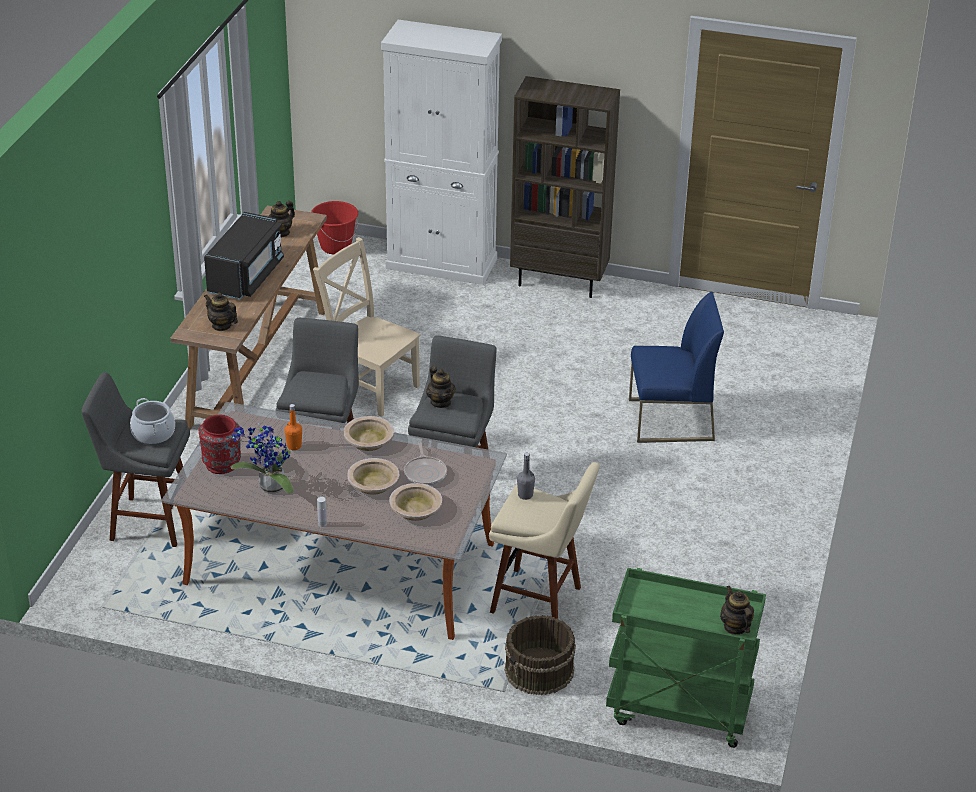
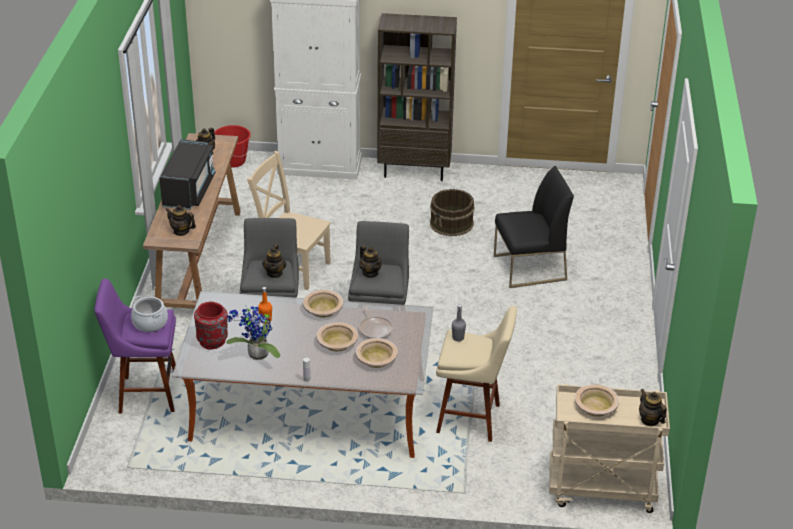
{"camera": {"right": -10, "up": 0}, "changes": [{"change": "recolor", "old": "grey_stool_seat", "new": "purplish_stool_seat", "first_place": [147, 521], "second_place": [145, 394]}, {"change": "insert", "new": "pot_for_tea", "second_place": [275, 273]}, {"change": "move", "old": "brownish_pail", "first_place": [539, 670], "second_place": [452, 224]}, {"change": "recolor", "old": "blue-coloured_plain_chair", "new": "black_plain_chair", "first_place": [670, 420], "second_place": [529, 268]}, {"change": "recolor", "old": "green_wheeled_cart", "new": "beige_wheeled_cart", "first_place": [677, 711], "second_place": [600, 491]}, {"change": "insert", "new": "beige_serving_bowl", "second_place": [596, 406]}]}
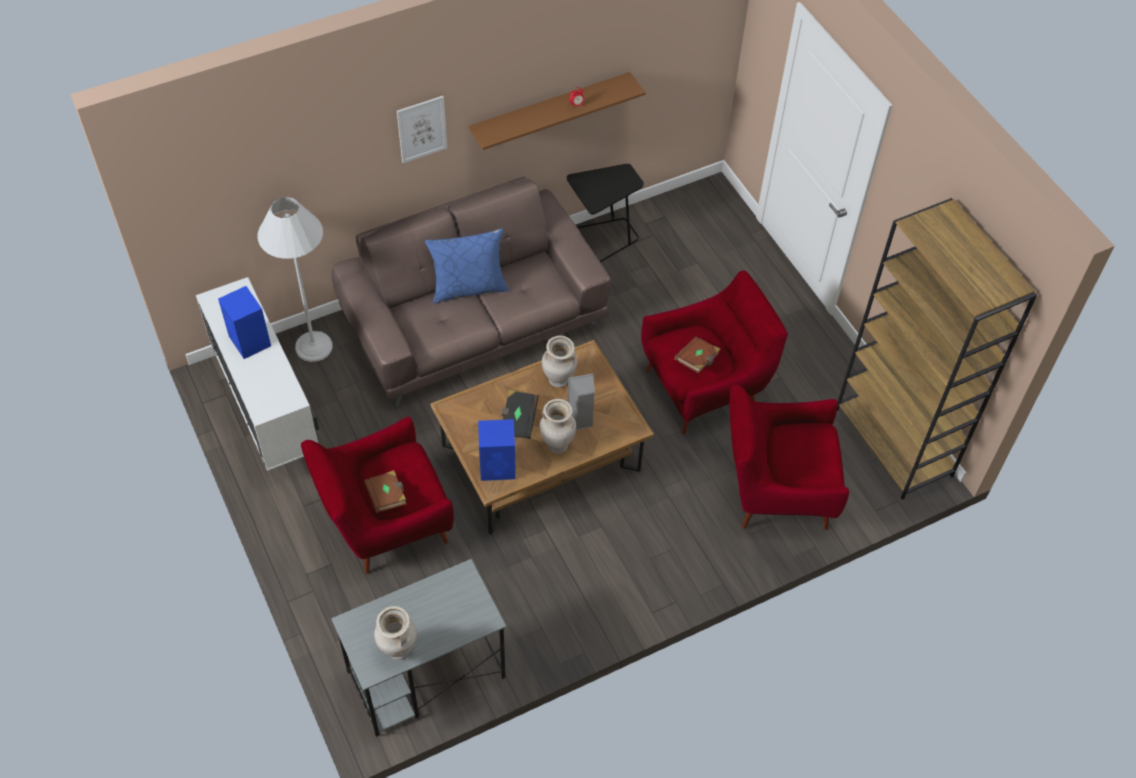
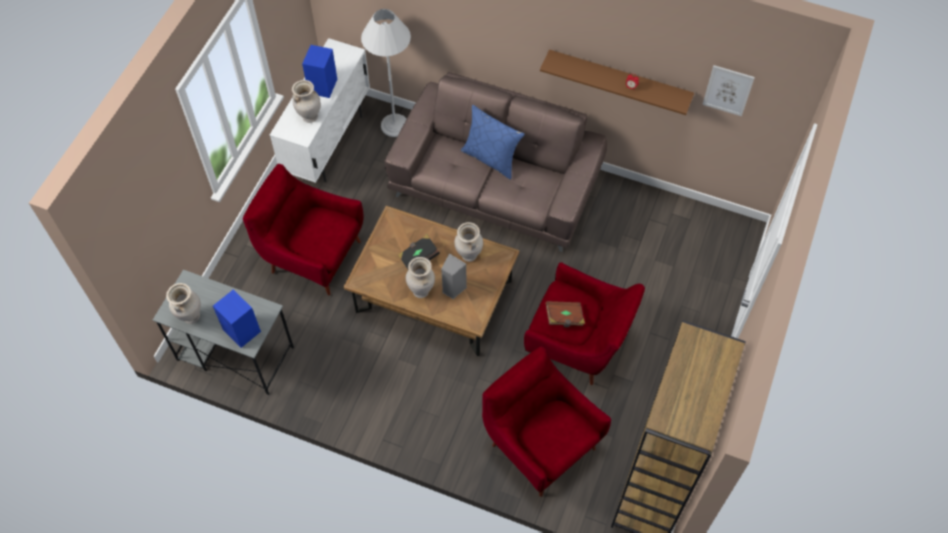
{"camera": {"right": 50, "up": 5}, "changes": [{"change": "move", "old": "blue-coloured_audio_speaker", "first_place": [498, 466], "second_place": [242, 331]}, {"change": "insert", "new": "beige_decorative_vase", "second_place": [309, 117]}, {"change": "move", "old": "wall_art", "first_place": [422, 129], "second_place": [728, 90]}, {"change": "delete", "old": "brownish_book", "first_place": [387, 496]}, {"change": "delete", "old": "black_end_table", "first_place": [602, 240]}]}
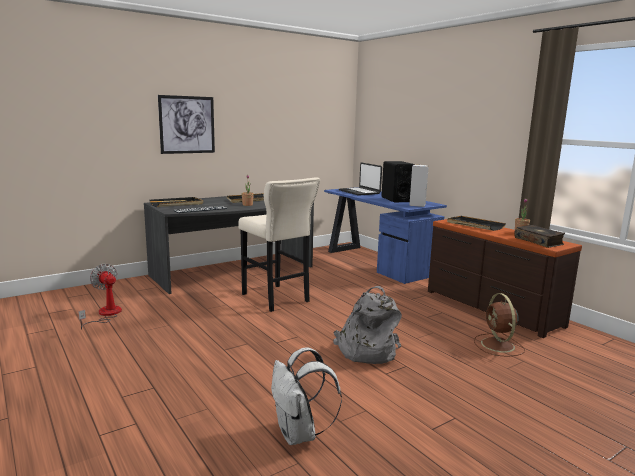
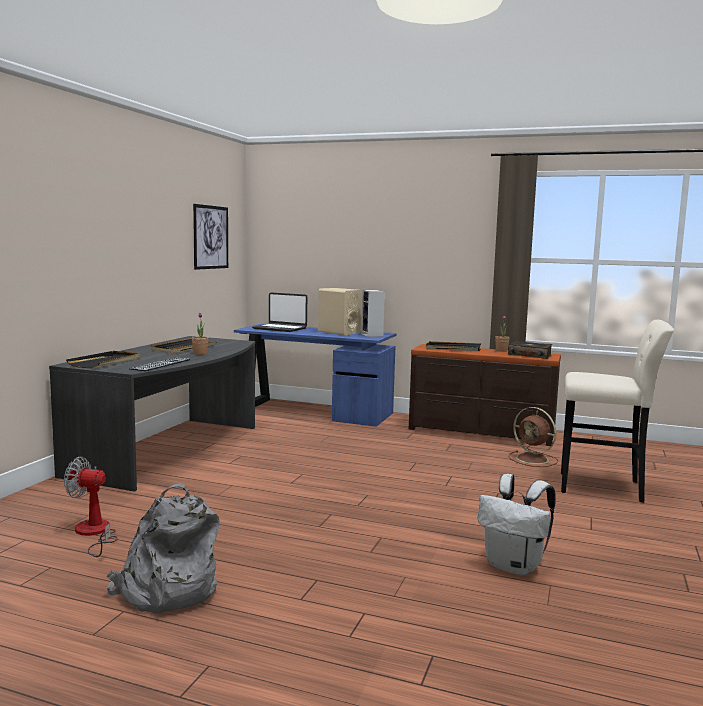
{"camera": {"right": -35, "up": -5}, "changes": [{"change": "move", "old": "grey_rucksack", "first_place": [366, 351], "second_place": [167, 591]}, {"change": "move", "old": "wall_art", "first_place": [187, 125], "second_place": [211, 237]}, {"change": "recolor", "old": "black_audio_speaker", "new": "beige_audio_speaker", "first_place": [396, 199], "second_place": [338, 332]}, {"change": "move", "old": "beige_stool_seat", "first_place": [276, 299], "second_place": [605, 488]}]}
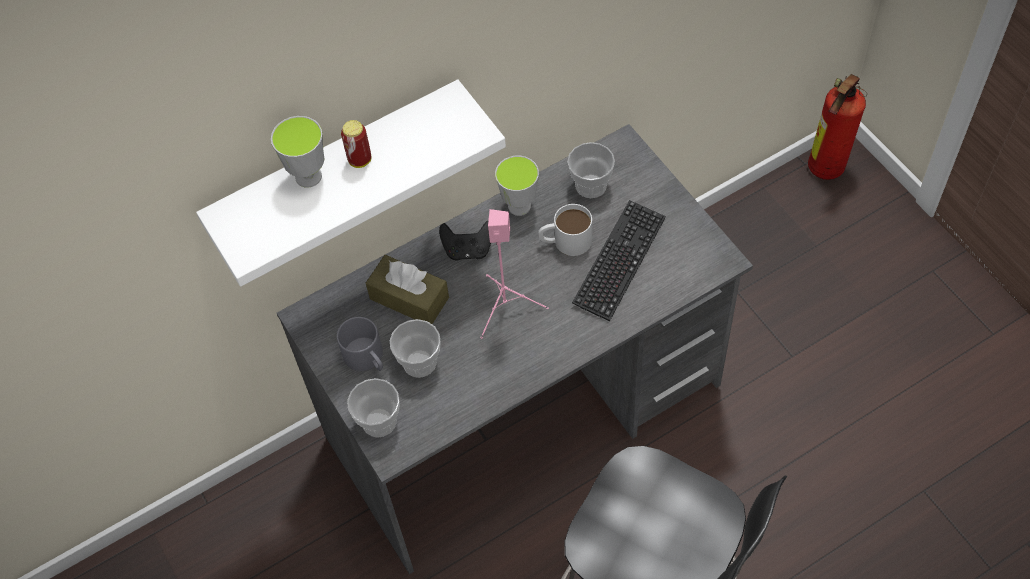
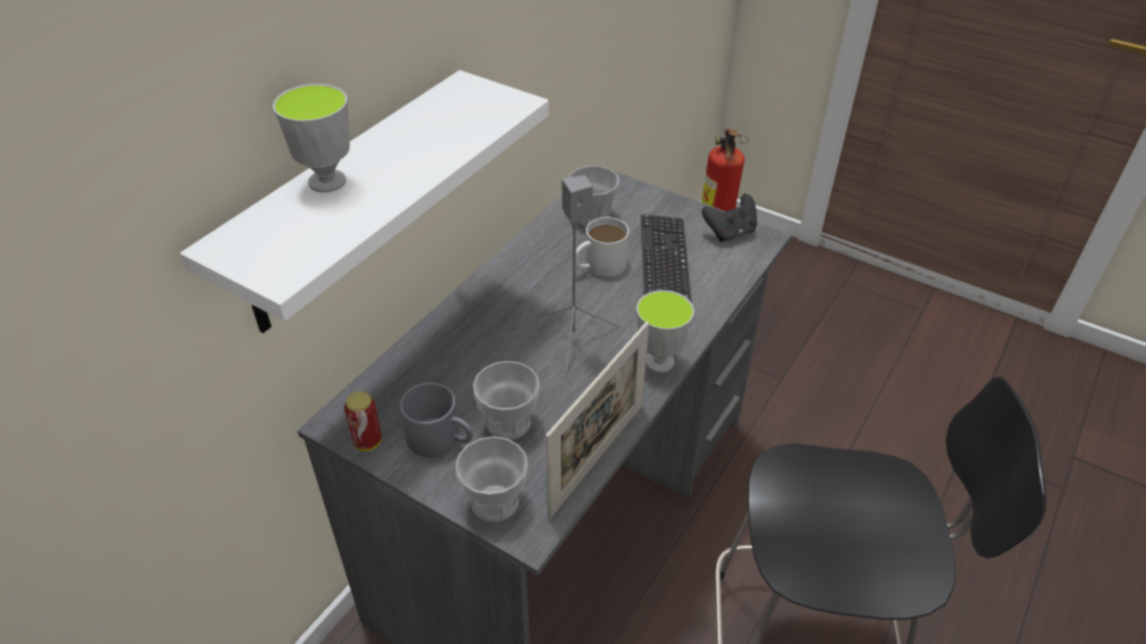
{"camera": {"right": -30, "up": -15}, "changes": [{"change": "move", "old": "can", "first_place": [360, 160], "second_place": [368, 442]}, {"change": "recolor", "old": "pinkish_audio_speaker", "new": "grey_audio_speaker", "first_place": [505, 307], "second_place": [573, 340]}, {"change": "insert", "new": "picture_frame", "second_place": [597, 459]}, {"change": "move", "old": "small_cup", "first_place": [519, 206], "second_place": [659, 362]}, {"change": "move", "old": "black_gamepad", "first_place": [468, 250], "second_place": [730, 233]}, {"change": "delete", "old": "brownish_tissue_holder", "first_place": [409, 298]}]}
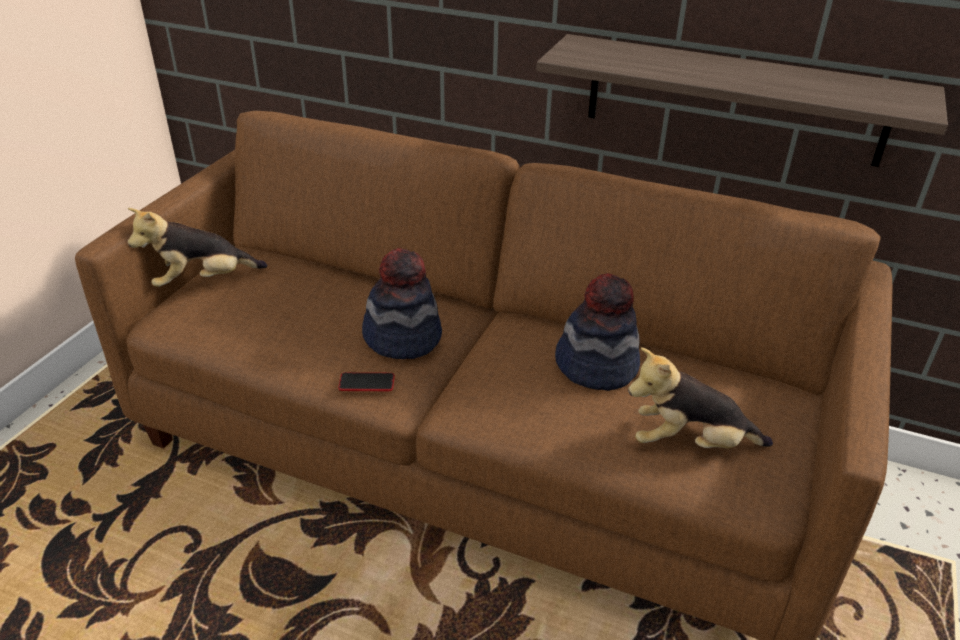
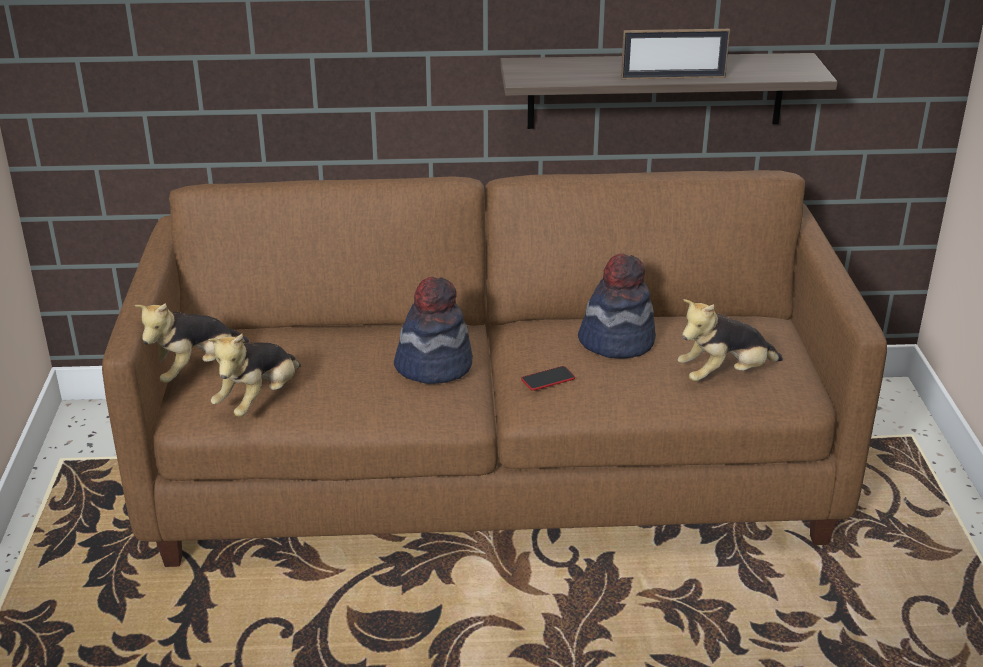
{"camera": {"right": -25, "up": -5}, "changes": [{"change": "insert", "new": "cuddly_toy", "second_place": [259, 400]}, {"change": "move", "old": "telephone", "first_place": [366, 383], "second_place": [548, 379]}, {"change": "insert", "new": "picture_frame", "second_place": [673, 77]}]}
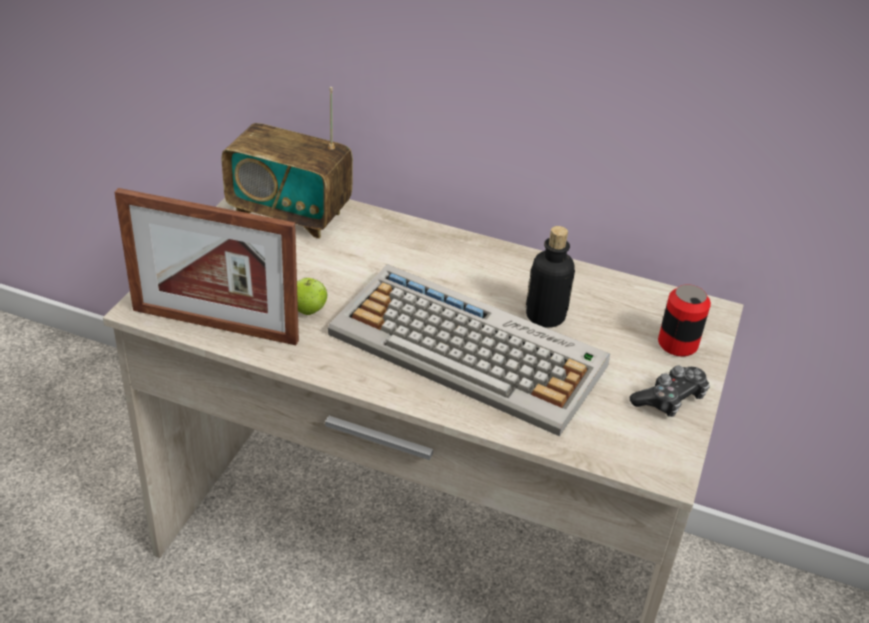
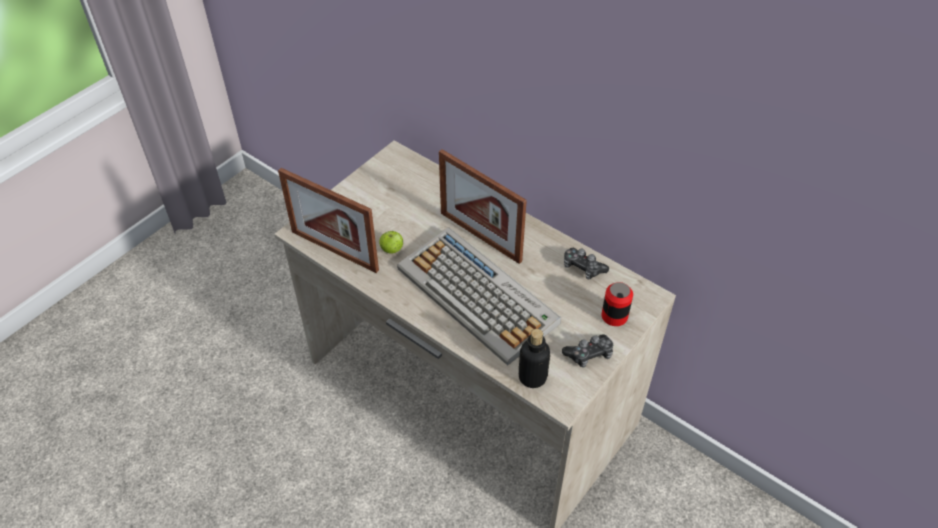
{"camera": {"right": 20, "up": 10}, "changes": [{"change": "insert", "new": "picture_frame", "second_place": [480, 236]}, {"change": "move", "old": "bottle", "first_place": [545, 316], "second_place": [532, 377]}, {"change": "insert", "new": "gamepad", "second_place": [583, 267]}, {"change": "delete", "old": "radio_receiver", "first_place": [289, 213]}]}
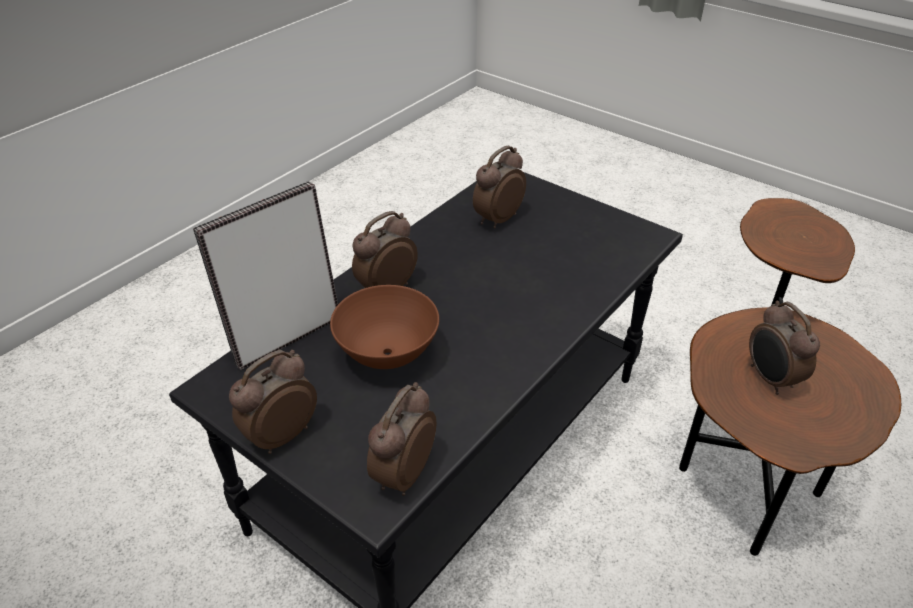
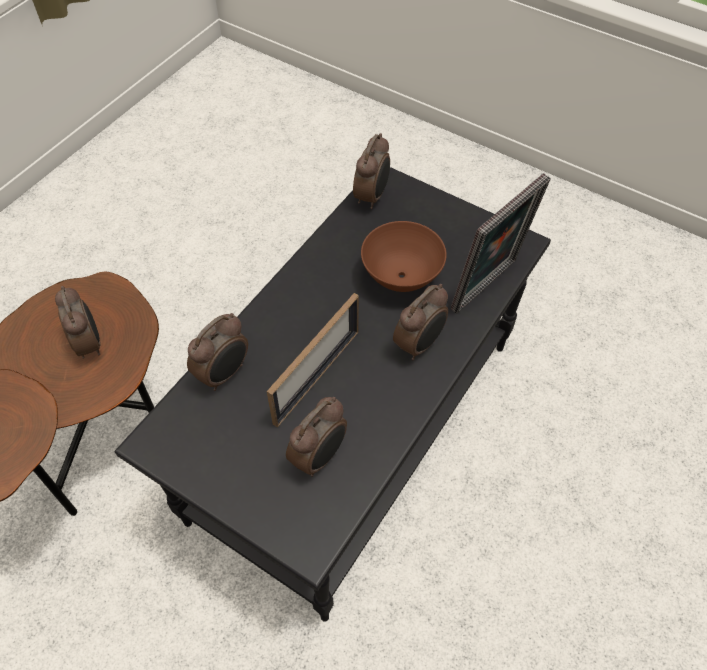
{"camera": {"right": 175, "up": 15}, "changes": [{"change": "move", "old": "table_clock", "first_place": [280, 435], "second_place": [224, 373]}, {"change": "insert", "new": "picture_frame", "second_place": [317, 376]}]}
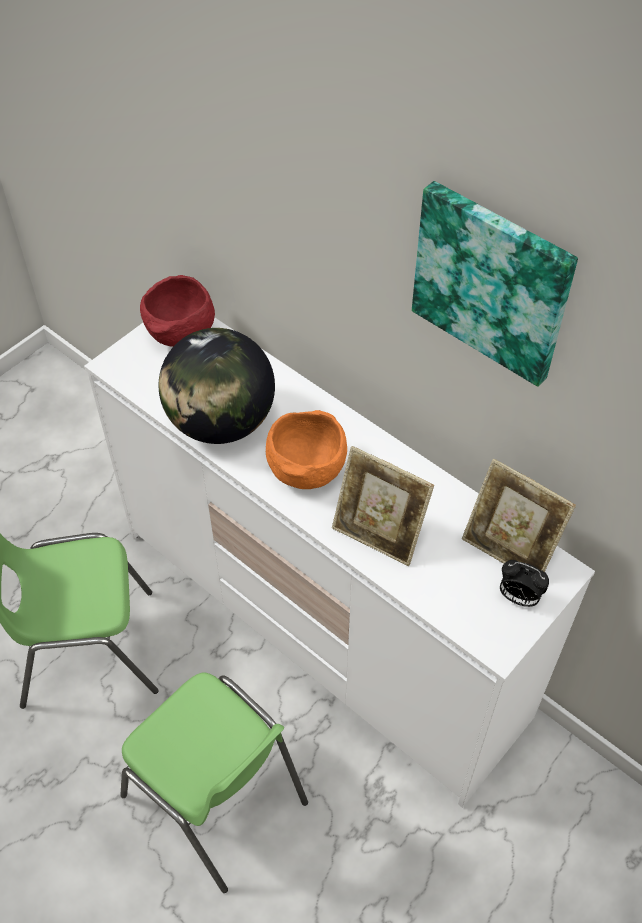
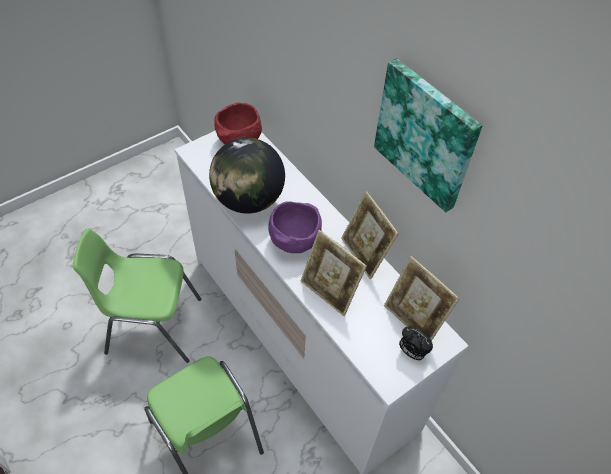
{"camera": {"right": 10, "up": 0}, "changes": [{"change": "recolor", "old": "orangey_serving_bowl", "new": "purplish_serving_bowl", "first_place": [306, 469], "second_place": [294, 240]}, {"change": "insert", "new": "picture_frame", "second_place": [364, 254]}]}
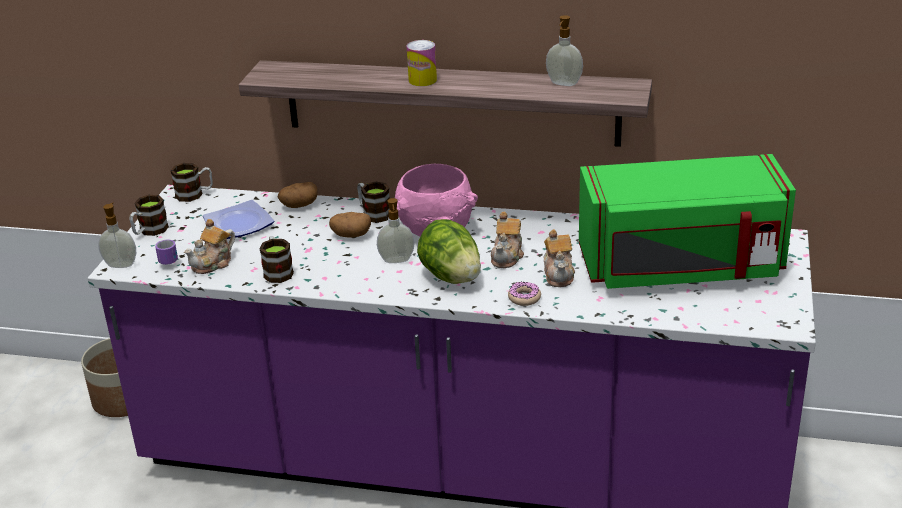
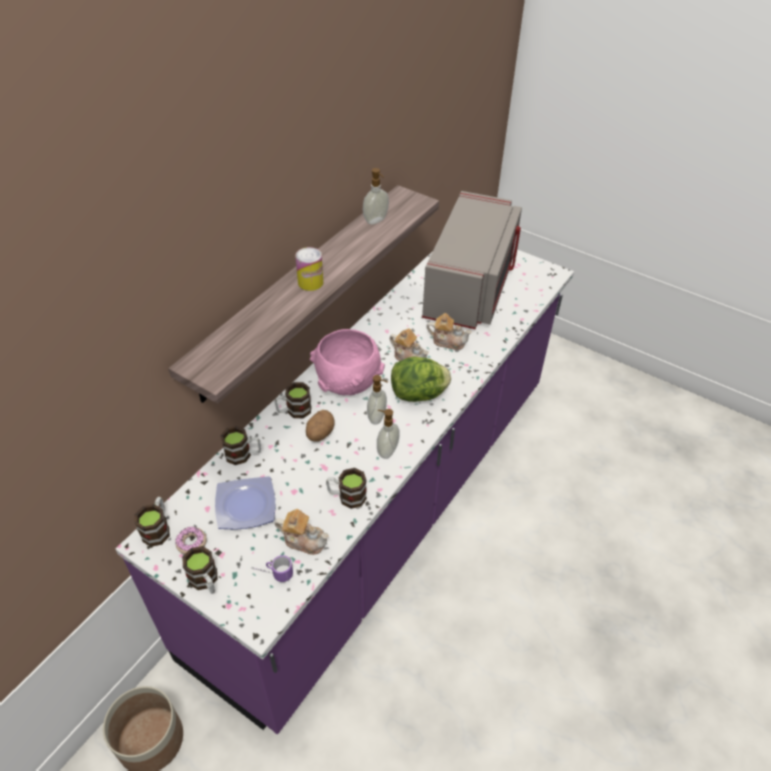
{"camera": {"right": -70, "up": 15}, "changes": [{"change": "move", "old": "donut", "first_place": [524, 298], "second_place": [191, 543]}, {"change": "replace", "old": "spud", "new": "coffee_mug", "first_place": [299, 205], "second_place": [243, 454]}, {"change": "rotate", "old": "pot_for_tea", "first_place": [213, 263], "second_place": [304, 540], "degrees": -45}, {"change": "move", "old": "soap_bottle", "first_place": [121, 264], "second_place": [386, 451]}, {"change": "recolor", "old": "green_microwave", "new": "grey_microwave", "first_place": [681, 267], "second_place": [471, 287]}]}
